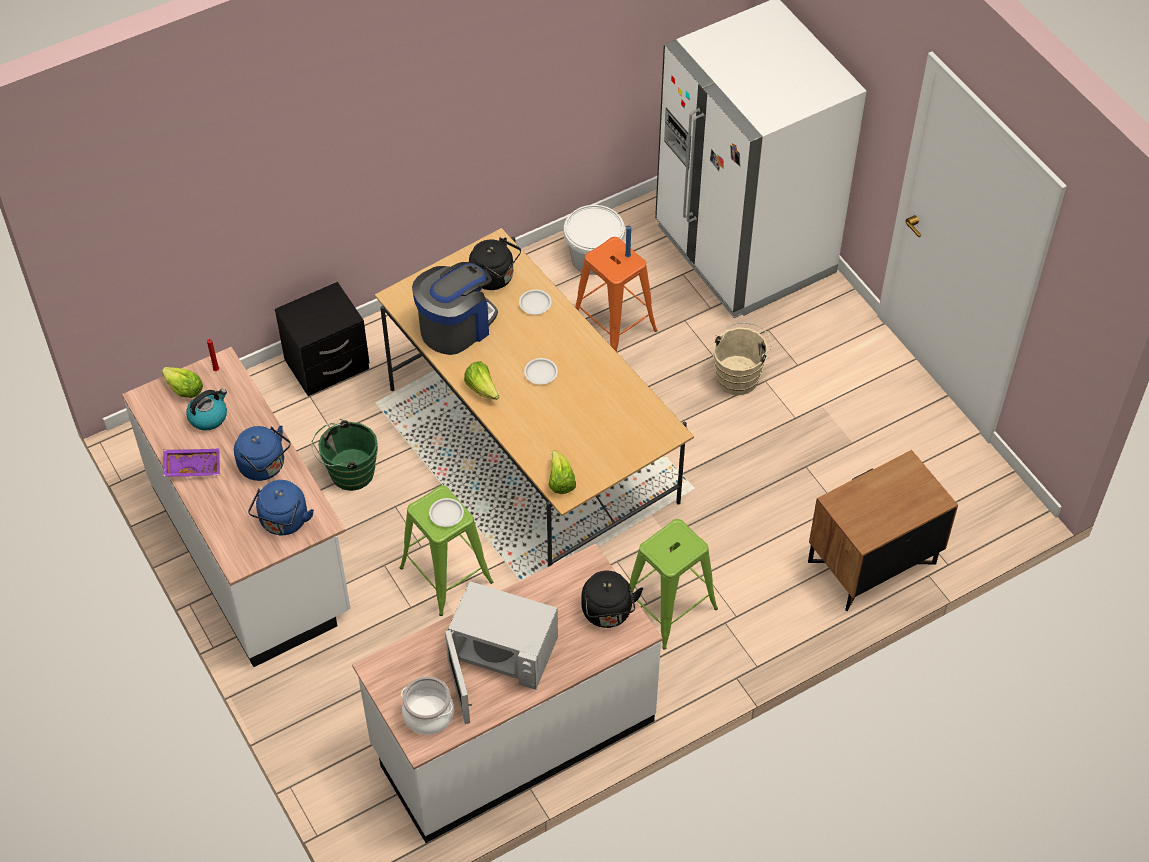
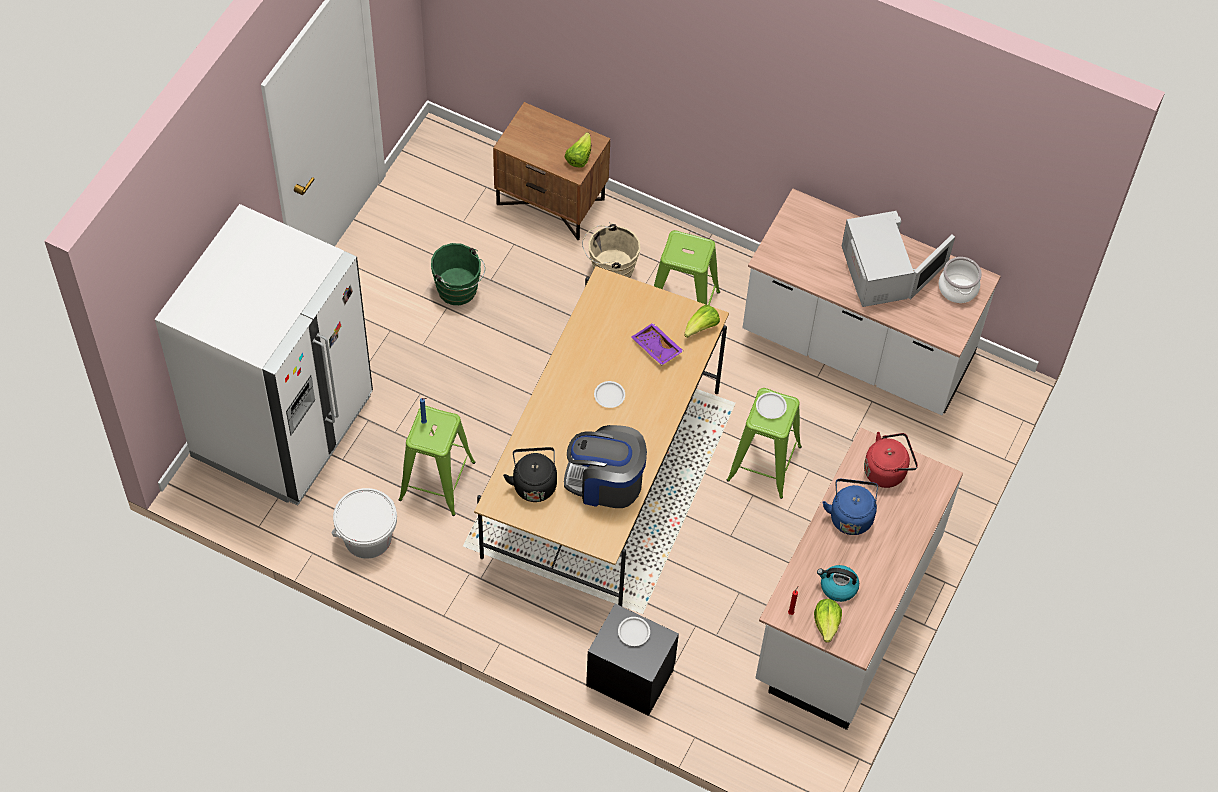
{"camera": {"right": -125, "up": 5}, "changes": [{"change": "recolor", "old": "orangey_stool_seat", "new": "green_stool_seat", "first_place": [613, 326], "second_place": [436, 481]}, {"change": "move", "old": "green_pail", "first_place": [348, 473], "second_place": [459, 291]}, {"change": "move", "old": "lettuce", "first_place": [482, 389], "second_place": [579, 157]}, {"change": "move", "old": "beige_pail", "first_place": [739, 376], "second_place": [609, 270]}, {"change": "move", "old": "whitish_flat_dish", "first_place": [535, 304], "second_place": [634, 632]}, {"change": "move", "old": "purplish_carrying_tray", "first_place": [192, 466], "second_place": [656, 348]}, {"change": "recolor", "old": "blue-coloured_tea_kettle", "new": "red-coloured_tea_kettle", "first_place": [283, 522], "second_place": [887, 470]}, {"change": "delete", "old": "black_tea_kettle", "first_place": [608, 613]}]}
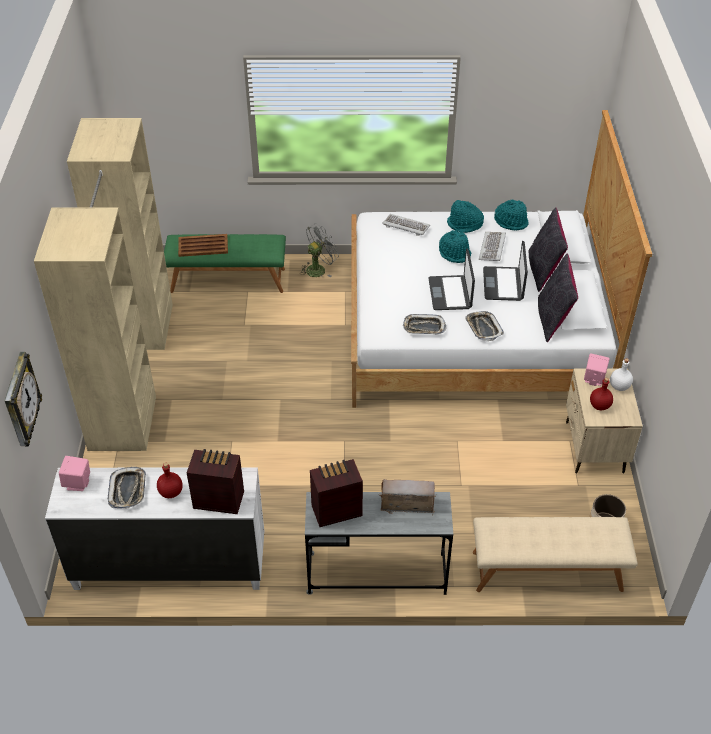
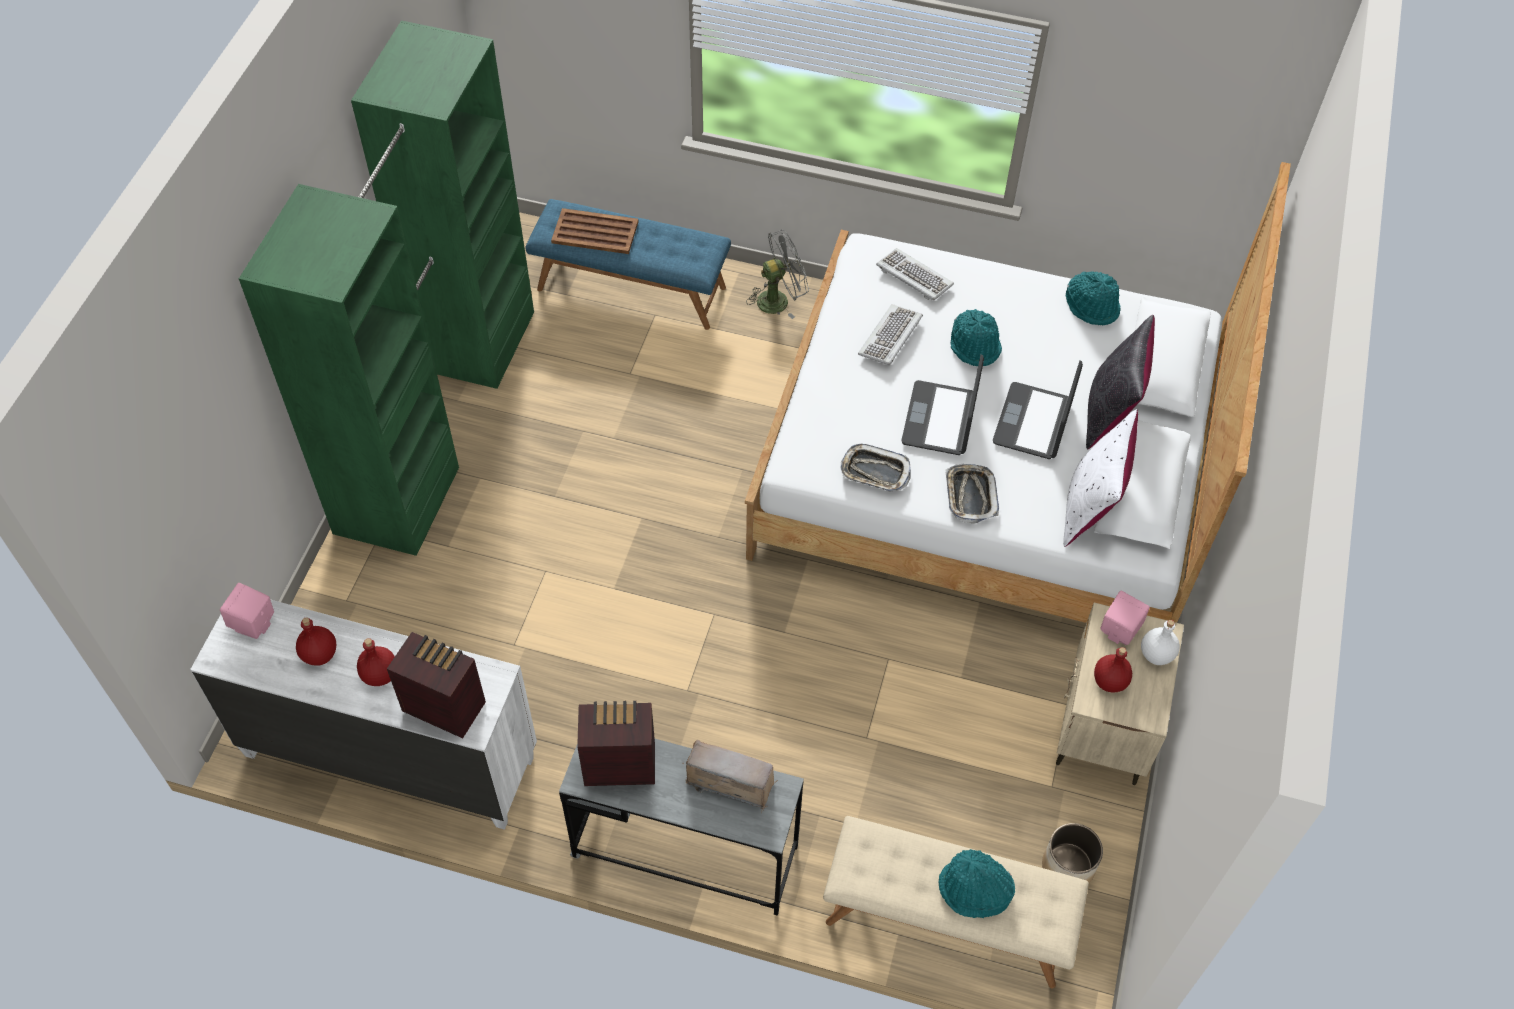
{"camera": {"right": 15, "up": 10}, "changes": [{"change": "recolor", "old": "beige_armoire", "new": "green_armoire", "first_place": [133, 372], "second_place": [439, 416]}, {"change": "replace", "old": "carrying_tray", "new": "red-coloured_bottle", "first_place": [128, 490], "second_place": [320, 655]}, {"change": "recolor", "old": "green_indoor_bench", "new": "blue-coloured_indoor_bench", "first_place": [228, 280], "second_place": [632, 287]}, {"change": "move", "old": "PC_keyboard", "first_place": [492, 248], "second_place": [891, 337]}, {"change": "move", "old": "blue-green_clothing_hat", "first_place": [464, 224], "second_place": [974, 890]}, {"change": "recolor", "old": "black_throw_pillow", "new": "whitish_throw_pillow", "first_place": [553, 319], "second_place": [1091, 506]}, {"change": "delete", "old": "hanging_clock", "first_place": [20, 402]}]}
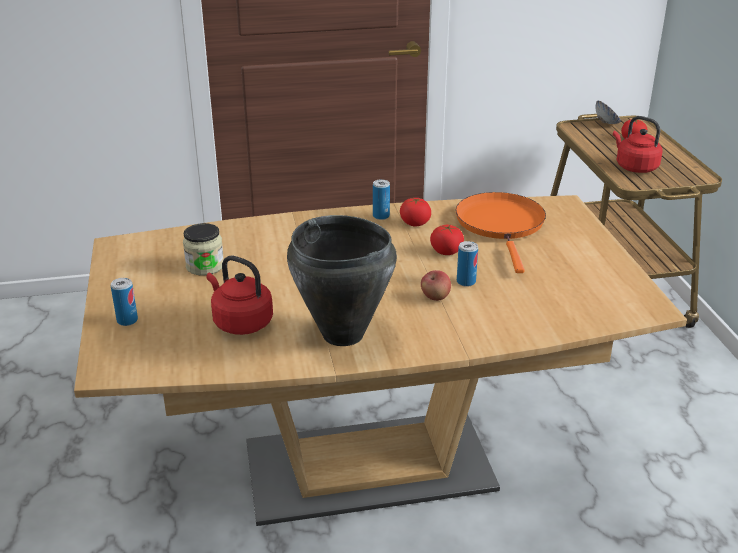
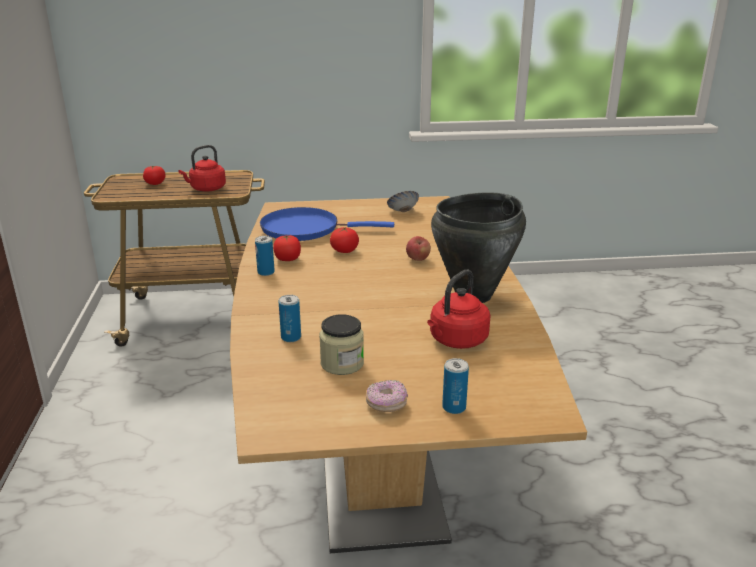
{"camera": {"right": -85, "up": -5}, "changes": [{"change": "recolor", "old": "orangey_skillet", "new": "blue-coloured_skillet", "first_place": [501, 225], "second_place": [305, 229]}, {"change": "move", "old": "can", "first_place": [466, 282], "second_place": [291, 337]}, {"change": "insert", "new": "donut", "second_place": [386, 404]}, {"change": "move", "old": "serving_bowl", "first_place": [606, 123], "second_place": [403, 212]}]}
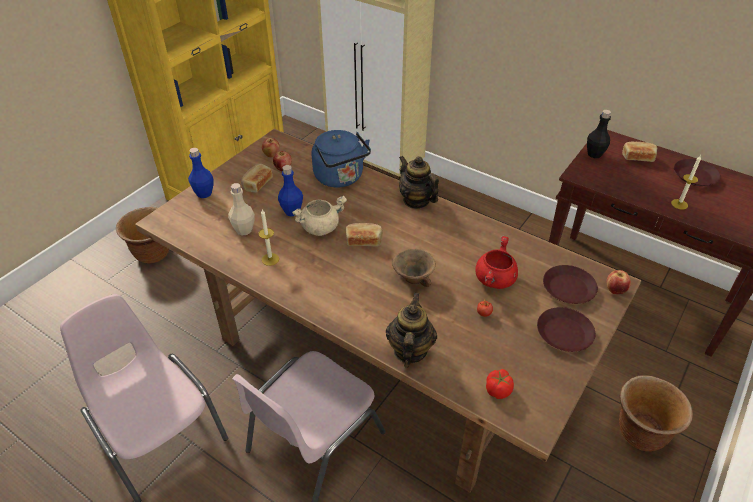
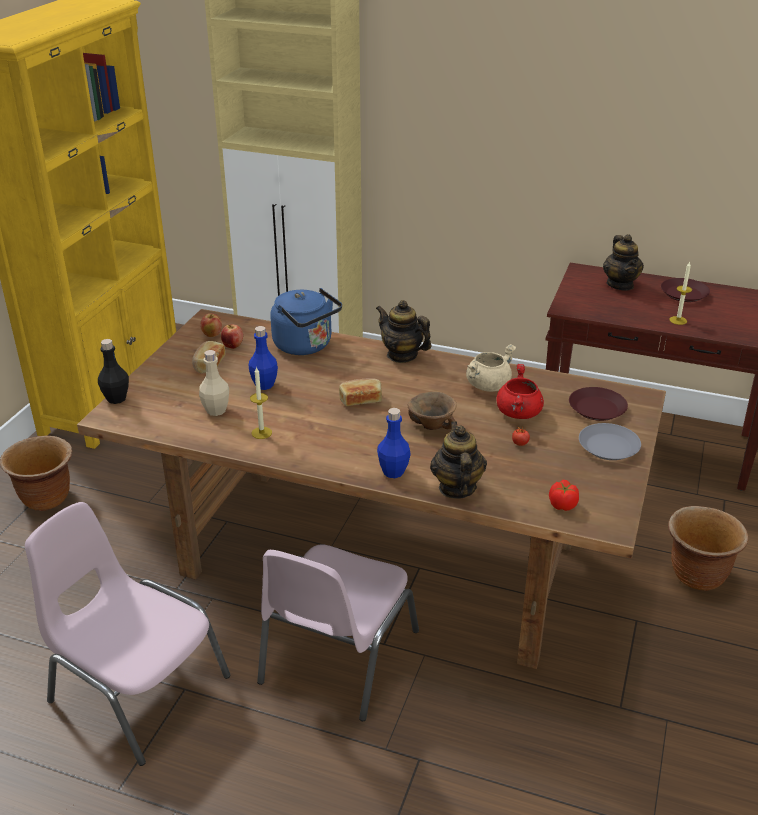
{"camera": {"right": -15, "up": -10}, "changes": [{"change": "move", "old": "black_bottle", "first_place": [594, 154], "second_place": [116, 398]}, {"change": "move", "old": "blue-coloured_bottle", "first_place": [204, 193], "second_place": [393, 472]}, {"change": "move", "old": "beige_cooking_pot", "first_place": [320, 227], "second_place": [488, 385]}, {"change": "recolor", "old": "brownish_flat_dish", "new": "grey_flat_dish", "first_place": [564, 334], "second_place": [609, 447]}, {"change": "replace", "old": "bakery_bread", "new": "pot_for_tea", "first_place": [637, 157], "second_place": [620, 284]}, {"change": "delete", "old": "apple_fruit", "first_place": [615, 290]}]}
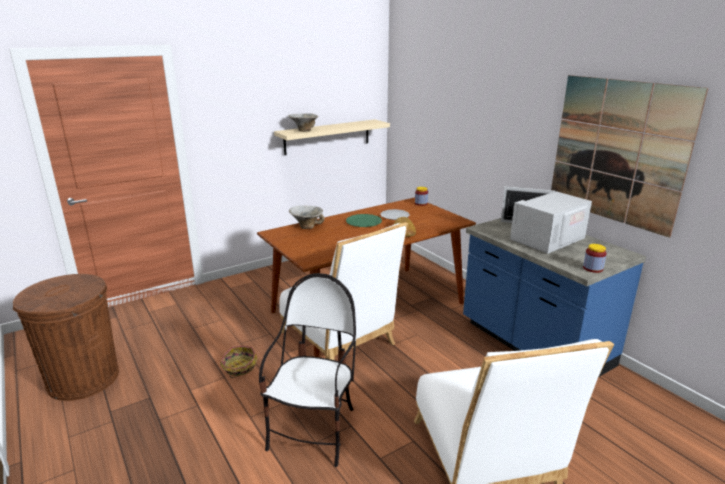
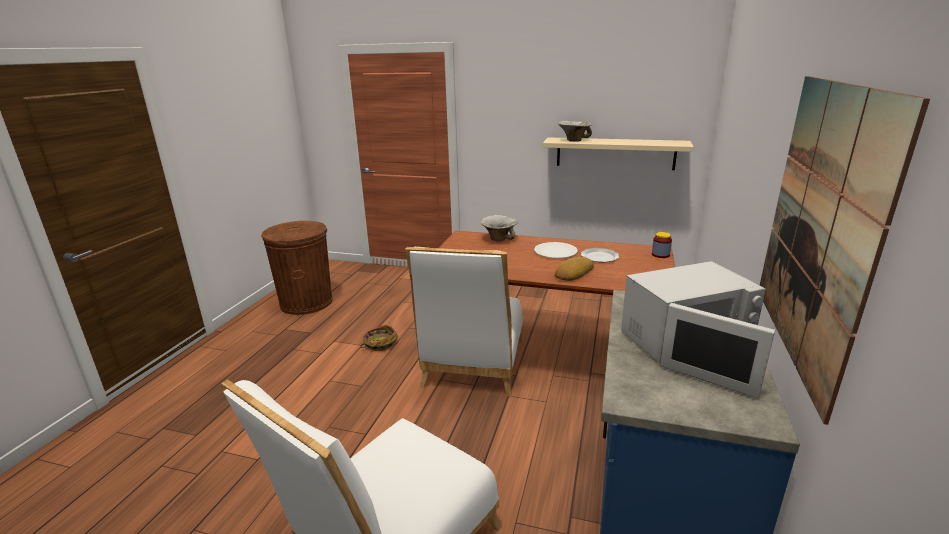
{"camera": {"right": 50, "up": 0}, "changes": [{"change": "recolor", "old": "green_flat_dish", "new": "whitish_flat_dish", "first_place": [364, 222], "second_place": [555, 251]}, {"change": "rotate", "old": "whitish_microwave", "first_place": [546, 238], "second_place": [685, 342], "degrees": 150}, {"change": "delete", "old": "plain_chair", "first_place": [314, 431]}, {"change": "delete", "old": "jar", "first_place": [593, 268]}]}
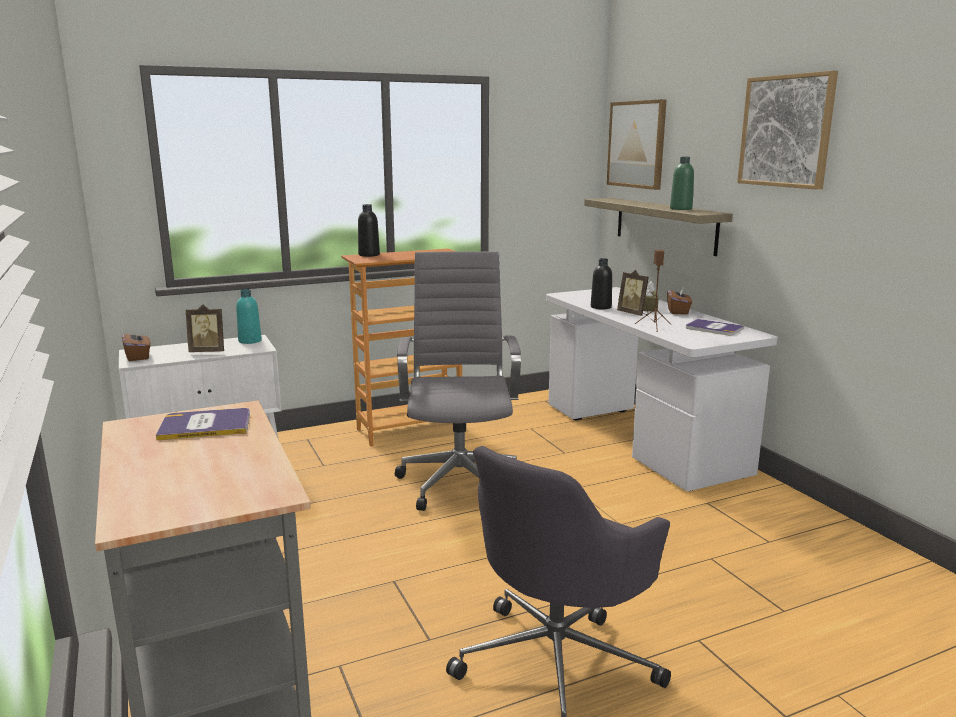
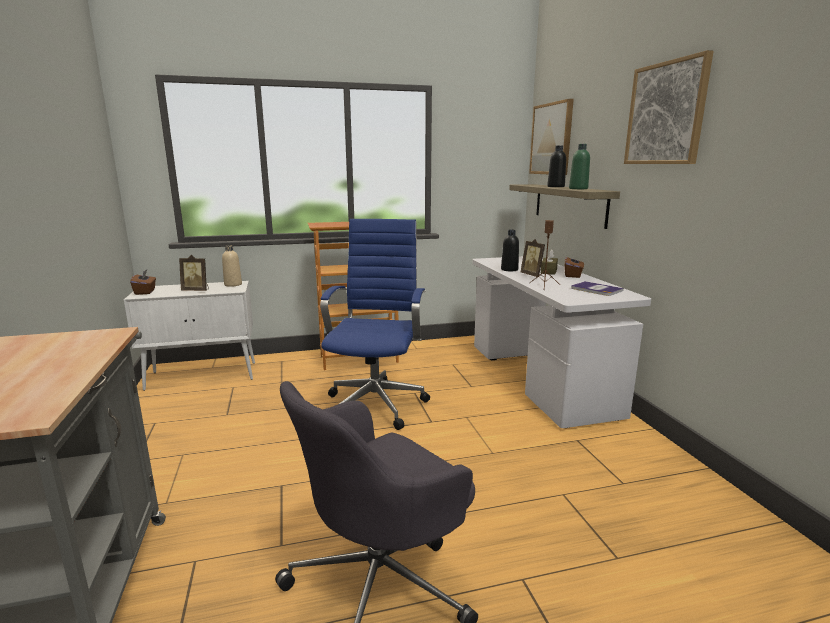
{"camera": {"right": 10, "up": 0}, "changes": [{"change": "recolor", "old": "blue-green_bottle", "new": "beige_bottle", "first_place": [250, 341], "second_place": [233, 284]}, {"change": "recolor", "old": "grey_computer_chair", "new": "blue-coloured_computer_chair", "first_place": [459, 481], "second_place": [377, 403]}, {"change": "move", "old": "black_bottle", "first_place": [369, 255], "second_place": [556, 186]}, {"change": "delete", "old": "book", "first_place": [205, 425]}]}
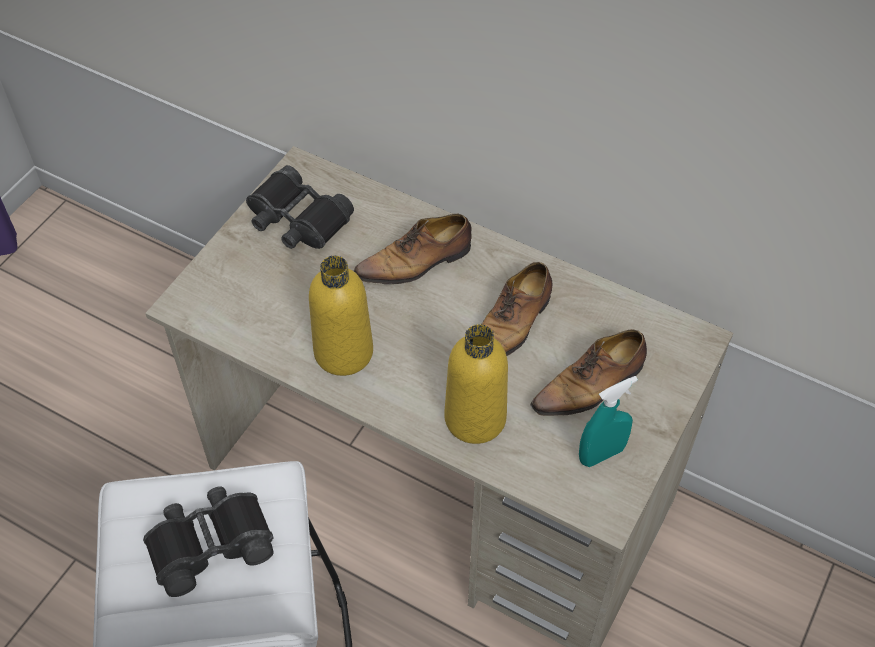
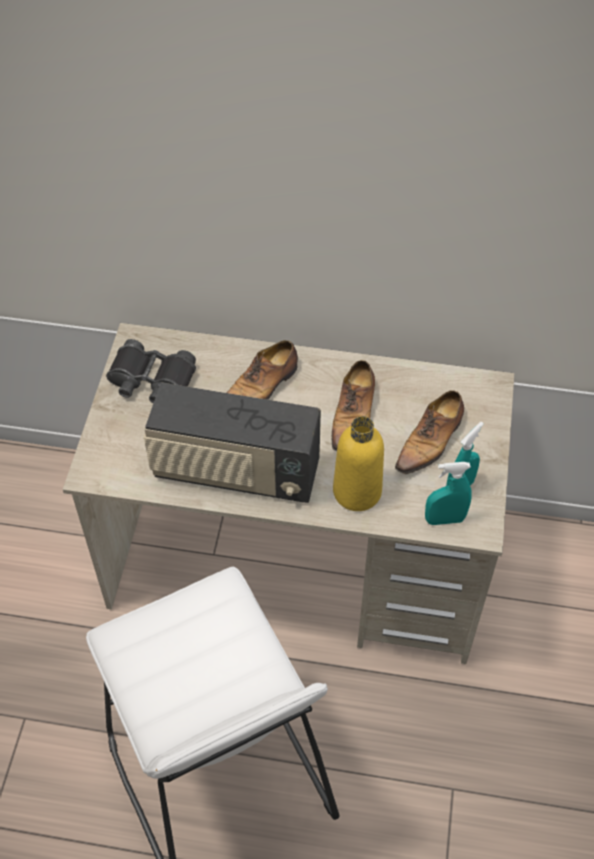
{"camera": {"right": -20, "up": 0}, "changes": [{"change": "replace", "old": "yellowish_bottle", "new": "radio_receiver", "first_place": [343, 352], "second_place": [235, 472]}, {"change": "insert", "new": "blue-green_sprayer", "second_place": [444, 519]}, {"change": "delete", "old": "black_pair_of_binoculars", "first_place": [210, 543]}]}
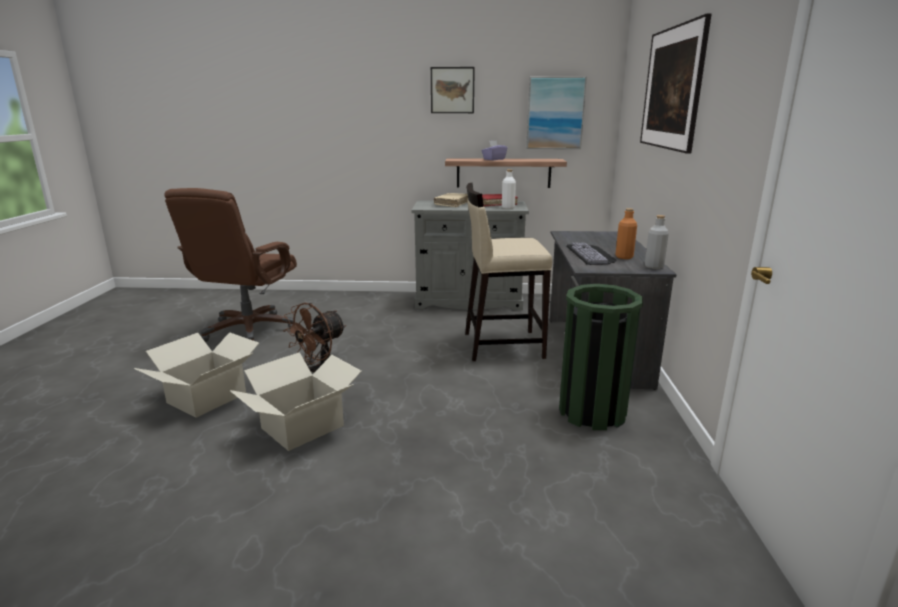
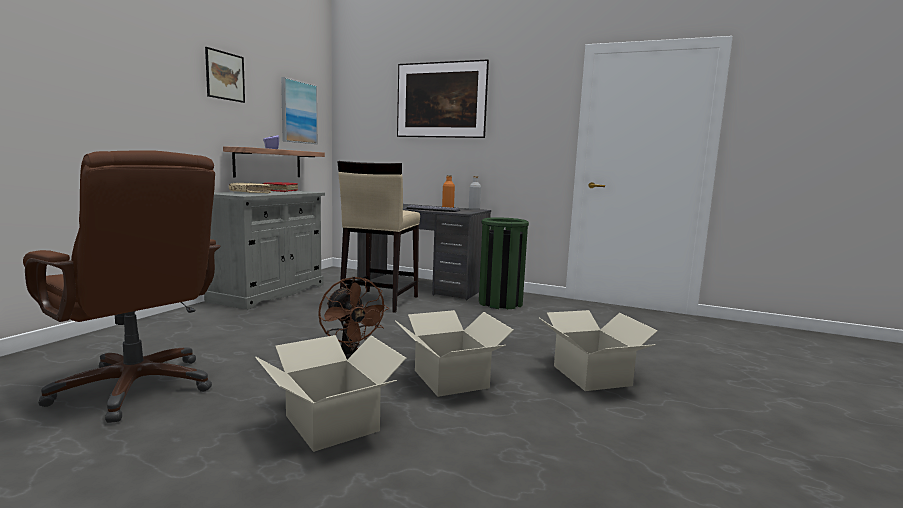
{"camera": {"right": -70, "up": -10}, "changes": [{"change": "insert", "new": "packing_box", "second_place": [591, 375]}, {"change": "delete", "old": "whitish_bottle", "first_place": [508, 208]}]}
